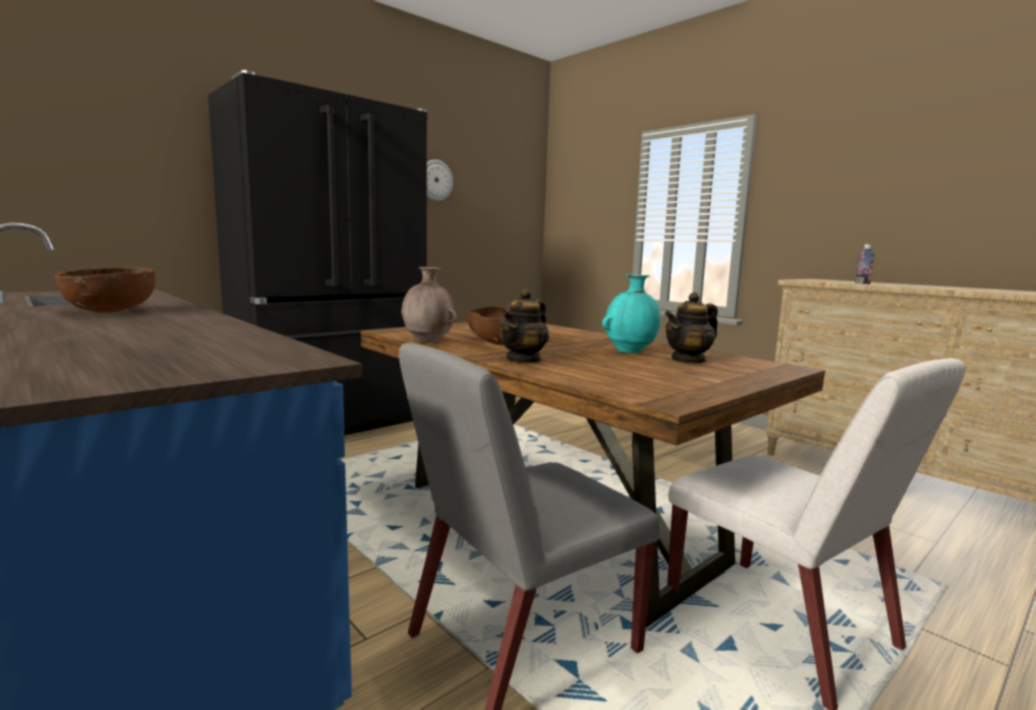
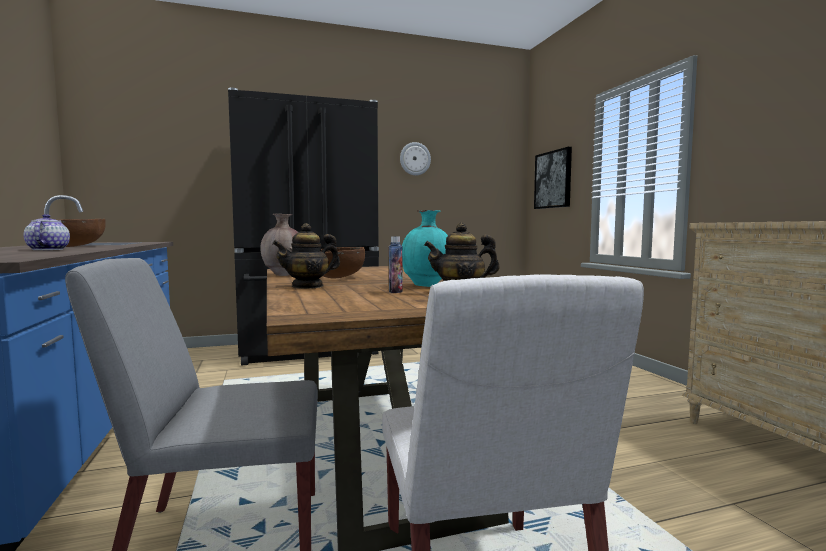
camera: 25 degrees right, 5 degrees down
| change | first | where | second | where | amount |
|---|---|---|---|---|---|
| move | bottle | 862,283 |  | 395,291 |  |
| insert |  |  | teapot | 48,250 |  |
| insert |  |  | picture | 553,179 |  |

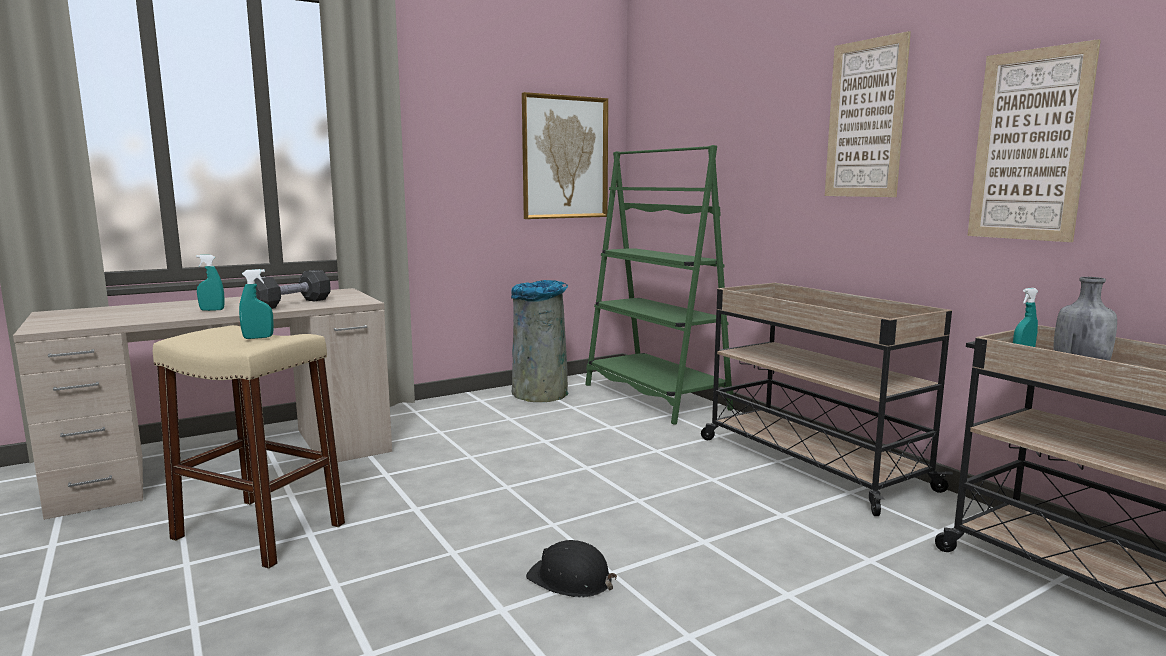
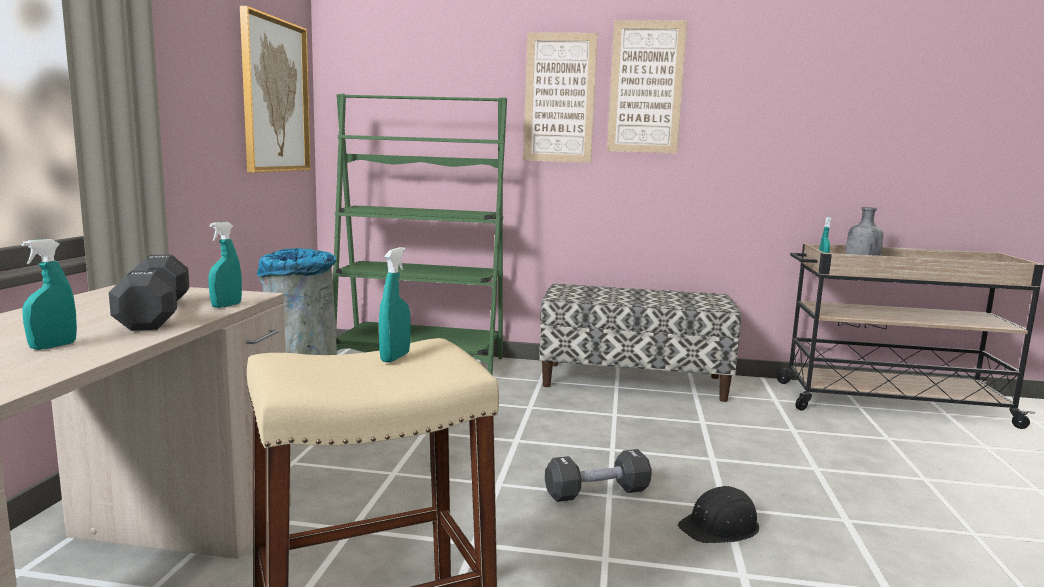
camera: 50 degrees left, 0 degrees up
| change | first | where | second | where | amount |
|---|---|---|---|---|---|
| replace | beige cart | 809,462 | bench | 633,381 |  |
| move | picture | 1029,146 |  | 559,98 |  |
| insert |  |  | turquoise spray bottle | 226,305 |  |
| insert |  |  | black dumbbell | 597,492 |  |

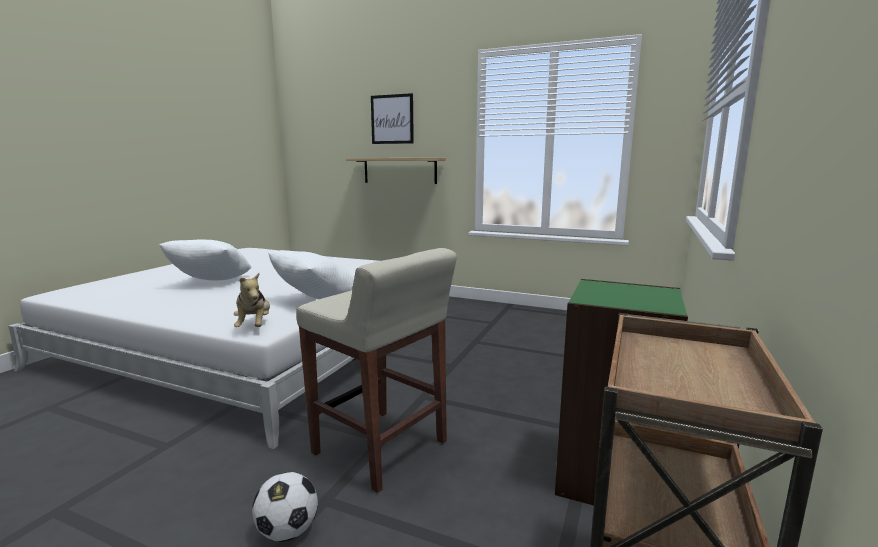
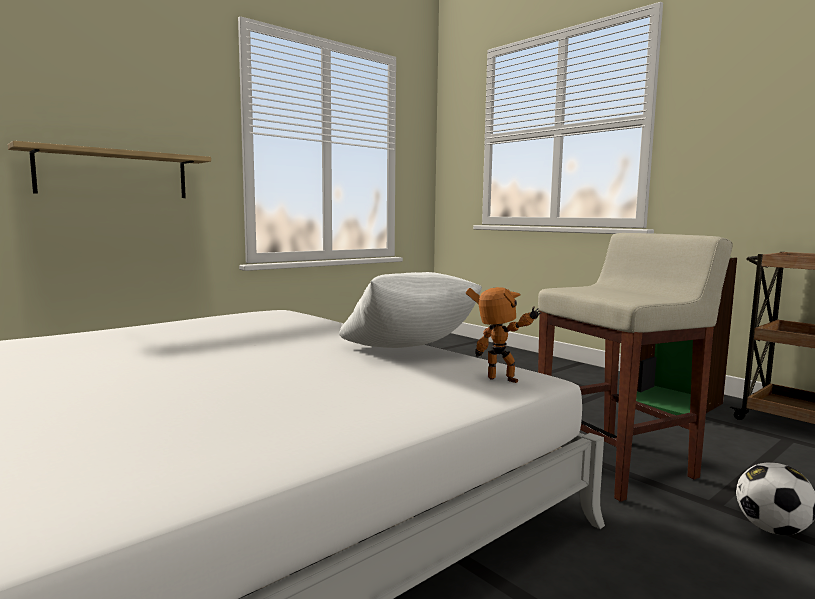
camera: 65 degrees left, 5 degrees down
| change | first | where | second | where | amount |
|---|---|---|---|---|---|
| delete | white pillow | 211,283 |  |  |  |
| replace | plush toy | 254,326 | toy robot | 501,381 |  |
| delete | picture | 392,119 |  |  |  |

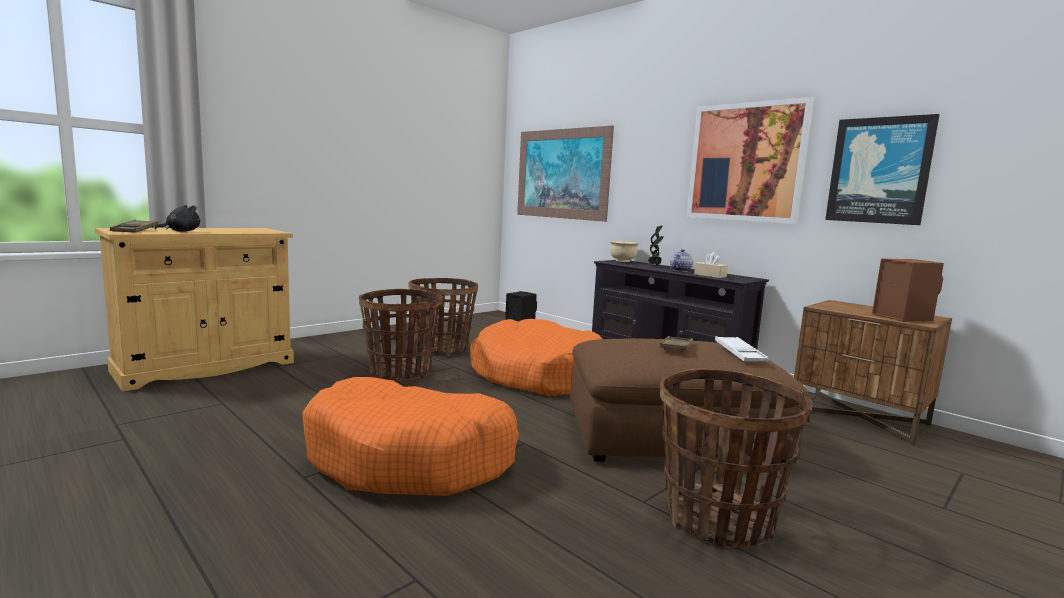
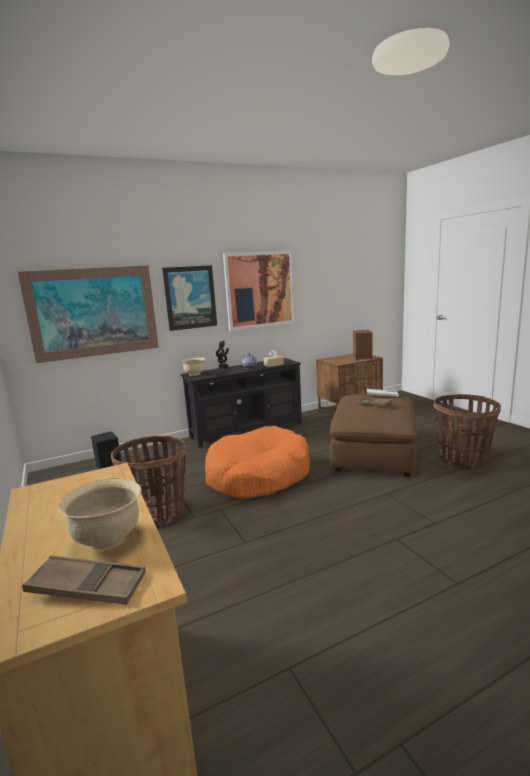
camera: 70 degrees left, 5 degrees up
| change | first | where | second | where | amount |
|---|---|---|---|---|---|
| replace | black plush toy | 181,231 | beige bowl | 108,538 |  |
| delete | orange dog bed | 412,459 |  |  |  |
| delete | basket | 400,373 |  |  |  |
| move | picture | 879,170 |  | 190,297 |  |

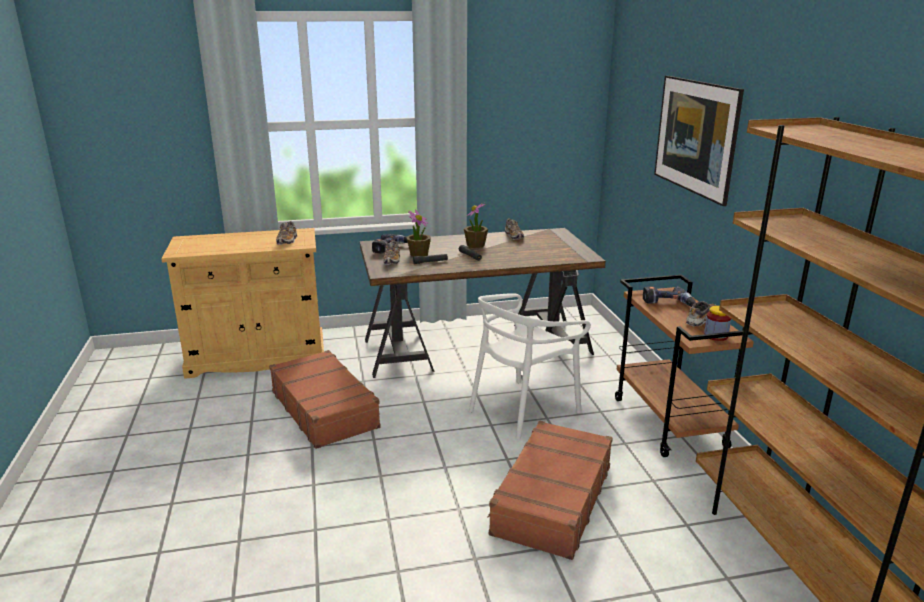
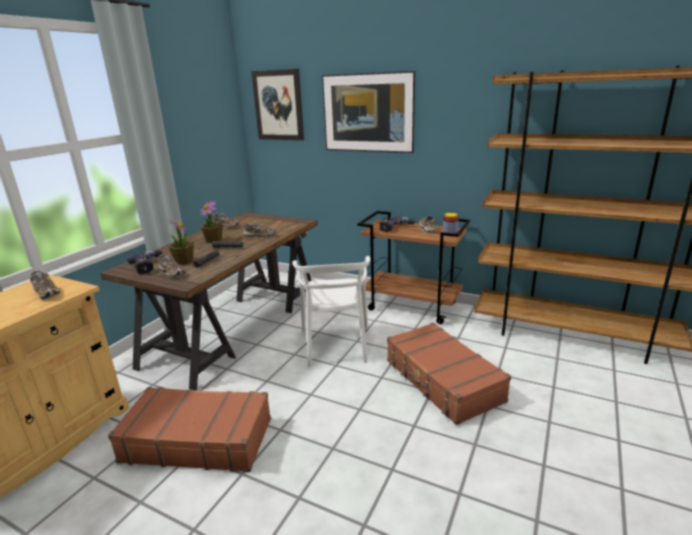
camera: 50 degrees left, 0 degrees up
| change | first | where | second | where | amount |
|---|---|---|---|---|---|
| insert |  |  | shoe | 259,236 |  |
| insert |  |  | picture | 278,105 |  |

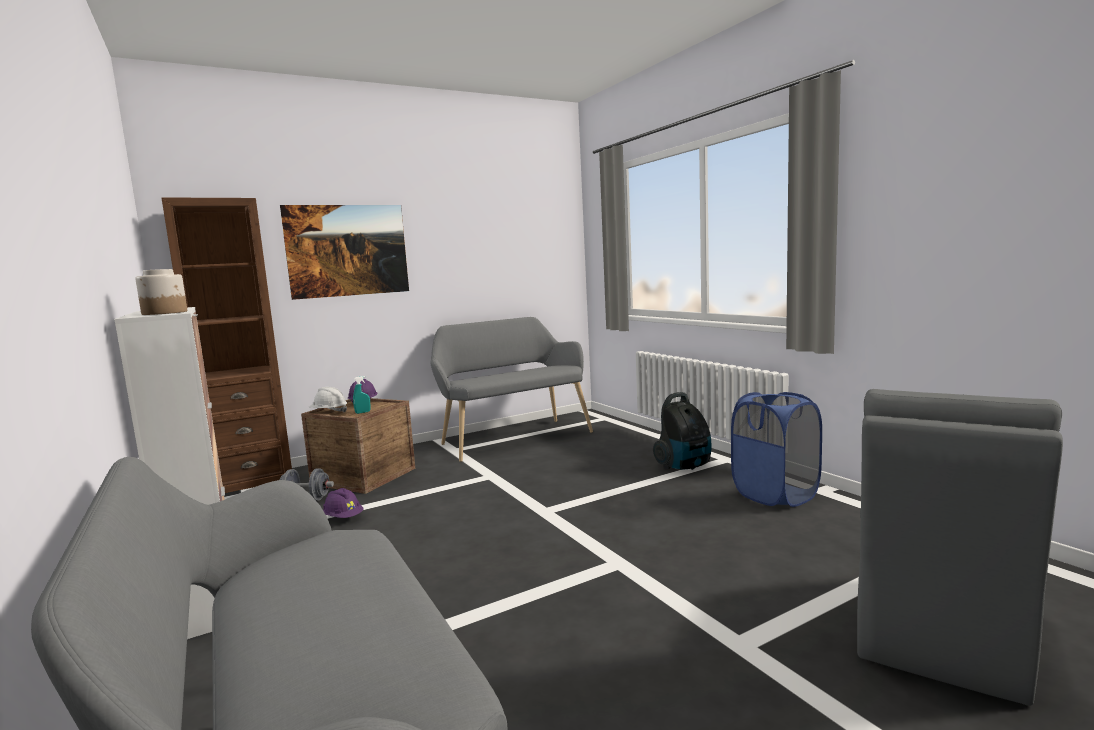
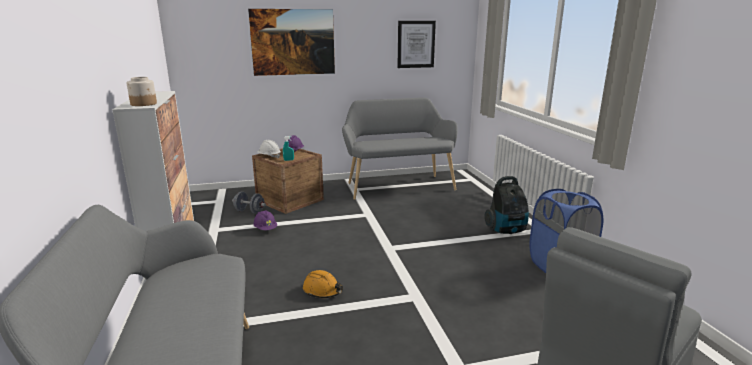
camera: 15 degrees right, 10 degrees up
| change | first | where | second | where | amount |
|---|---|---|---|---|---|
| delete | brown bookcase | 251,486 |  |  |  |
| insert |  |  | orange hard hat | 323,290 |  |
| insert |  |  | picture | 416,44 |  |

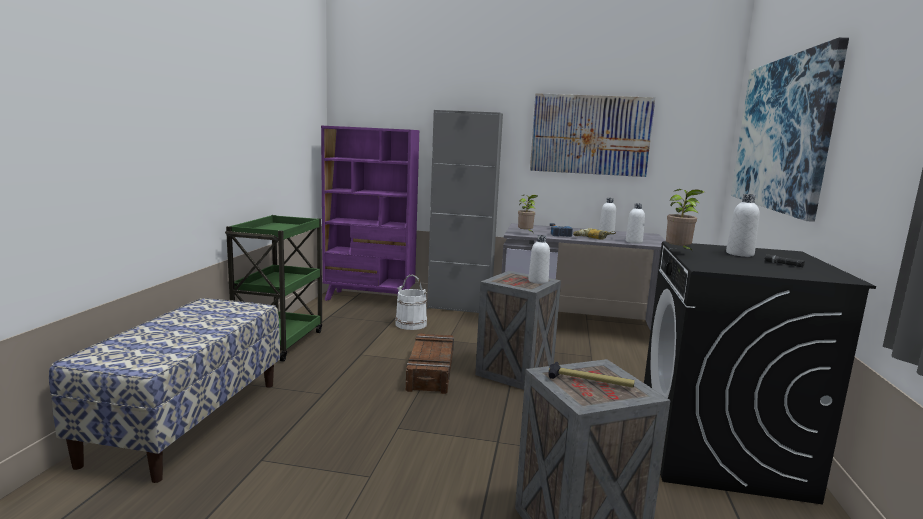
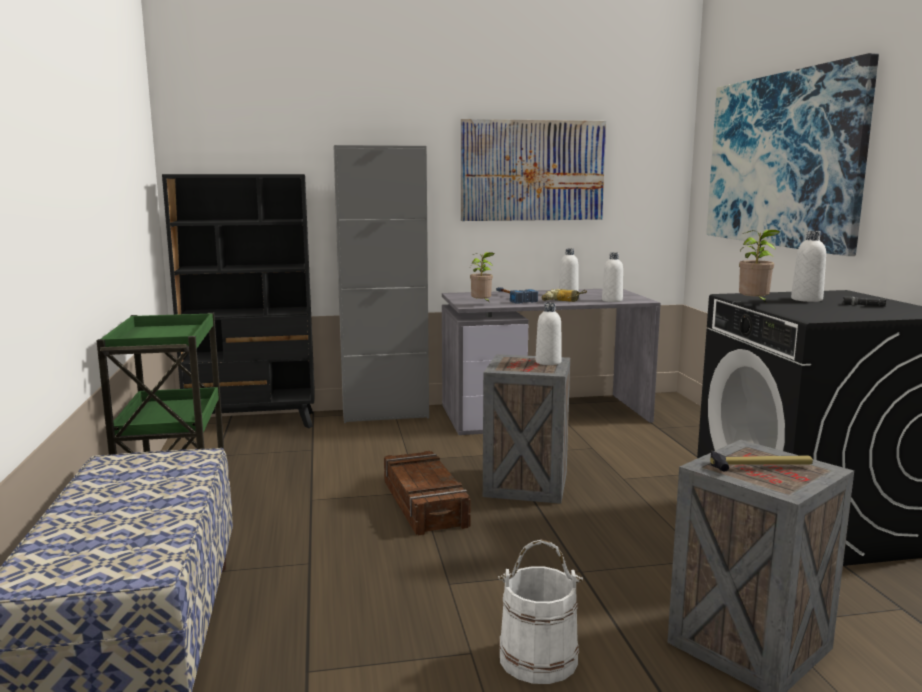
camera: 20 degrees left, 0 degrees up
| change | first | where | second | where | amount |
|---|---|---|---|---|---|
| recolor | purple bookcase | 369,299 | black bookcase | 253,423 |  |
| move | white bucket | 410,324 |  | 538,659 |  |

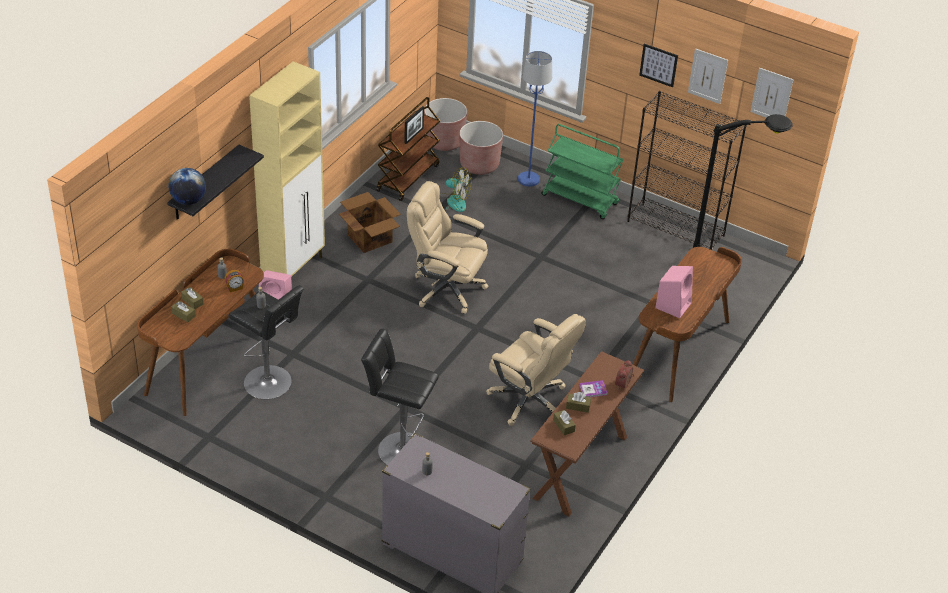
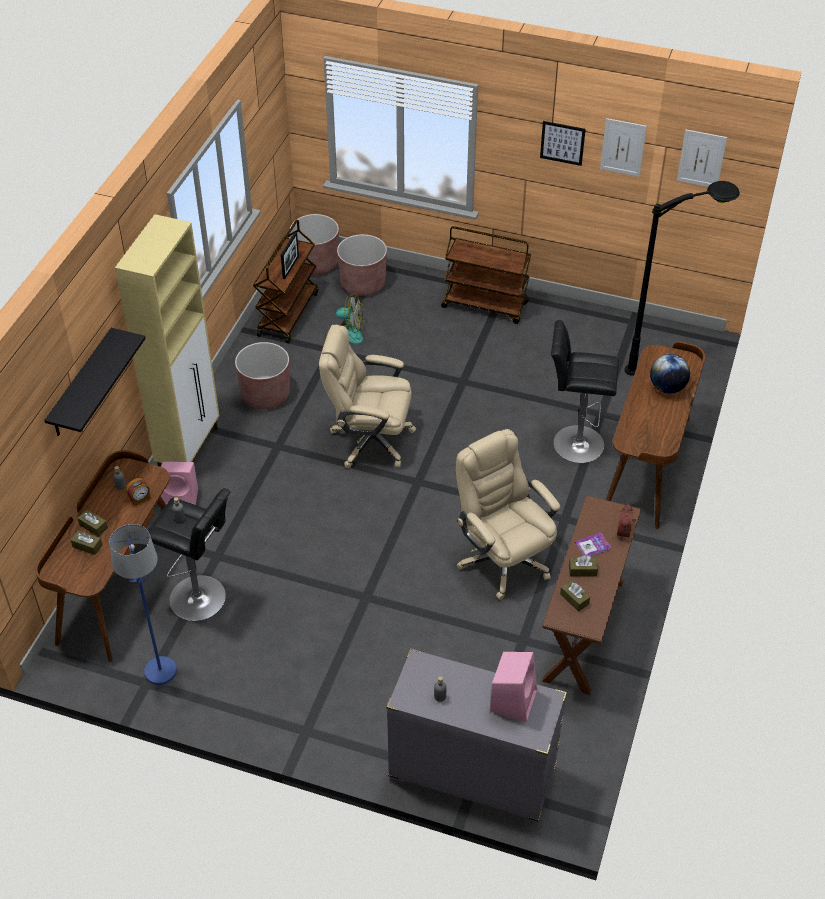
camera: 10 degrees left, 5 degrees up
| change | first | where | second | where | amount |
|---|---|---|---|---|---|
| move | globe | 188,200 |  | 667,387 |  |
| replace | cardboard box | 369,238 | brown planter | 265,395 |  |
| move | black stool | 398,449 |  | 574,443 |  |
| rotate | beige office chair | 530,400 |  | 503,559 | 150 degrees counterclockwise |
| move | blue floor lamp | 528,179 |  | 160,671 |  |
| recolor | green cart | 580,199 | brown cart | 485,305 |  |
| delete | black bookcase | 676,228 |  |  |  |
| move | pink speaker | 673,304 |  | 513,699 |  |

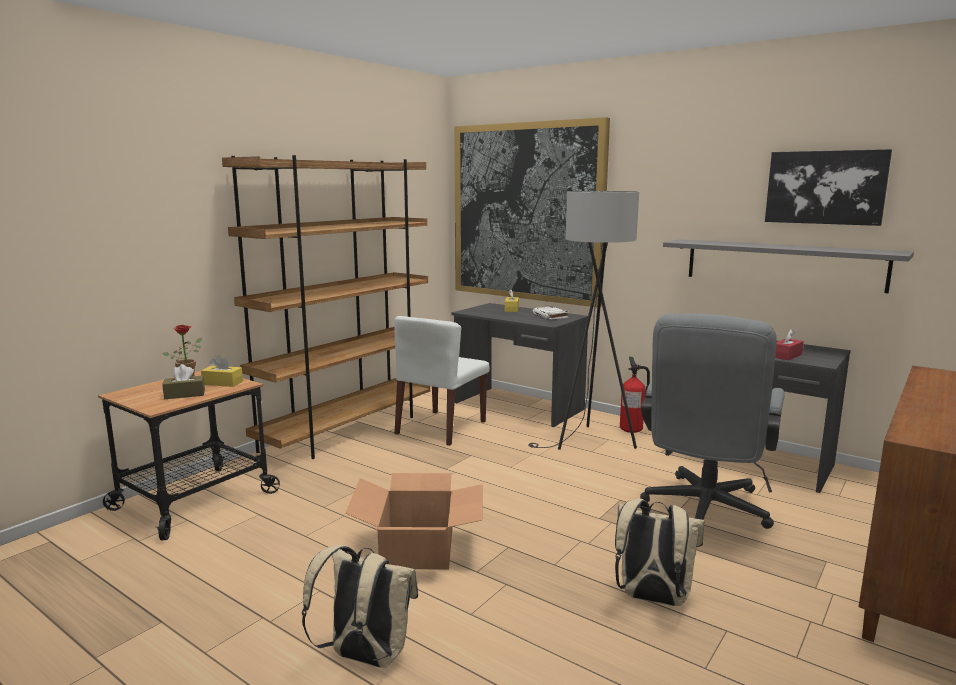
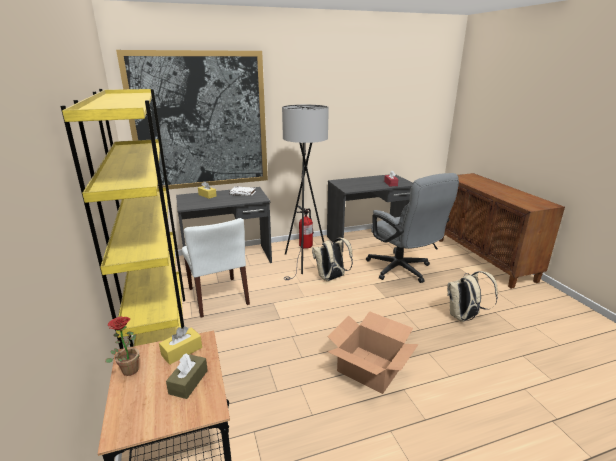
camera: 55 degrees left, 10 degrees up
| change | first | where | second | where | amount |
|---|---|---|---|---|---|
| recolor | brown bookcase | 348,430 | yellow bookcase | 162,335 |  |
| move | beige backpack | 364,657 |  | 331,278 |  |
| delete | grey shelf | 782,264 |  |  |  |
| delete | picture | 825,187 |  |  |  |

